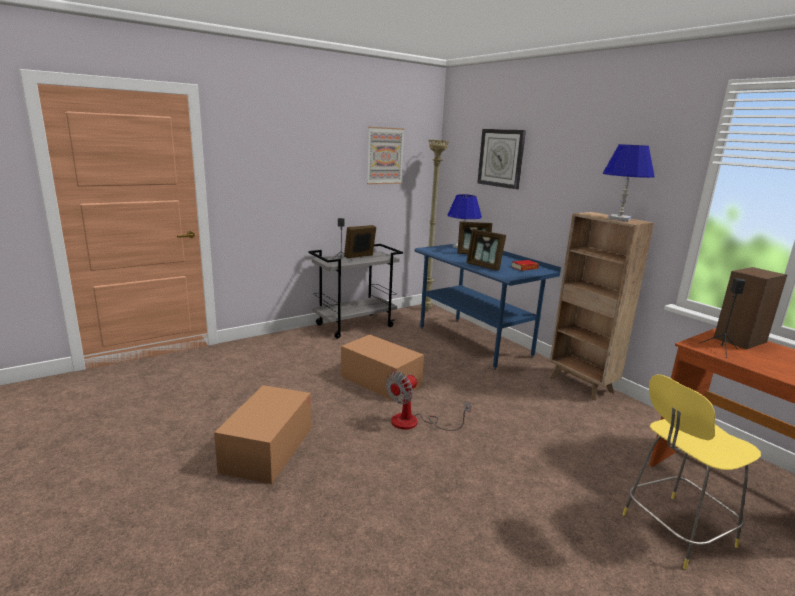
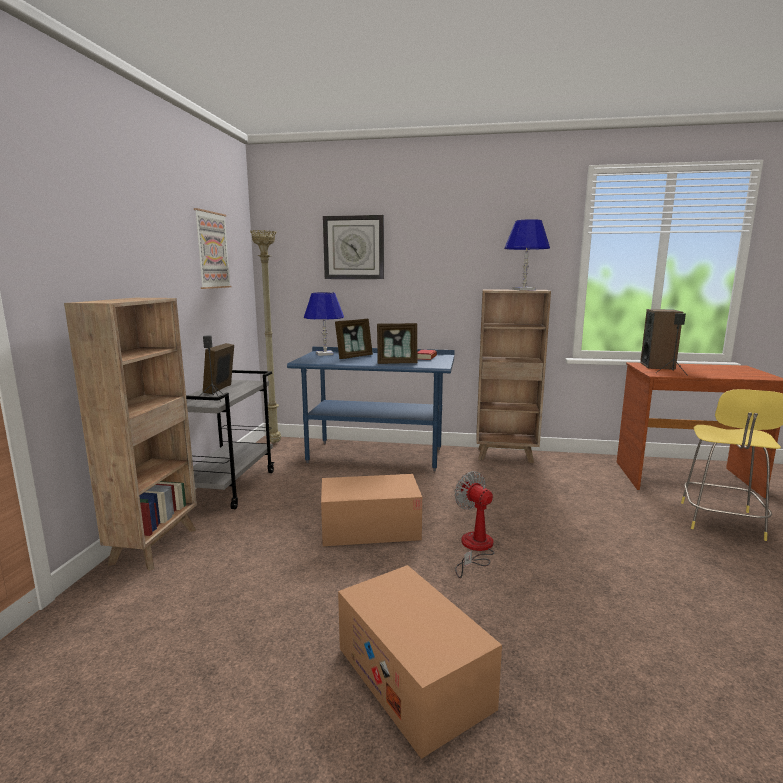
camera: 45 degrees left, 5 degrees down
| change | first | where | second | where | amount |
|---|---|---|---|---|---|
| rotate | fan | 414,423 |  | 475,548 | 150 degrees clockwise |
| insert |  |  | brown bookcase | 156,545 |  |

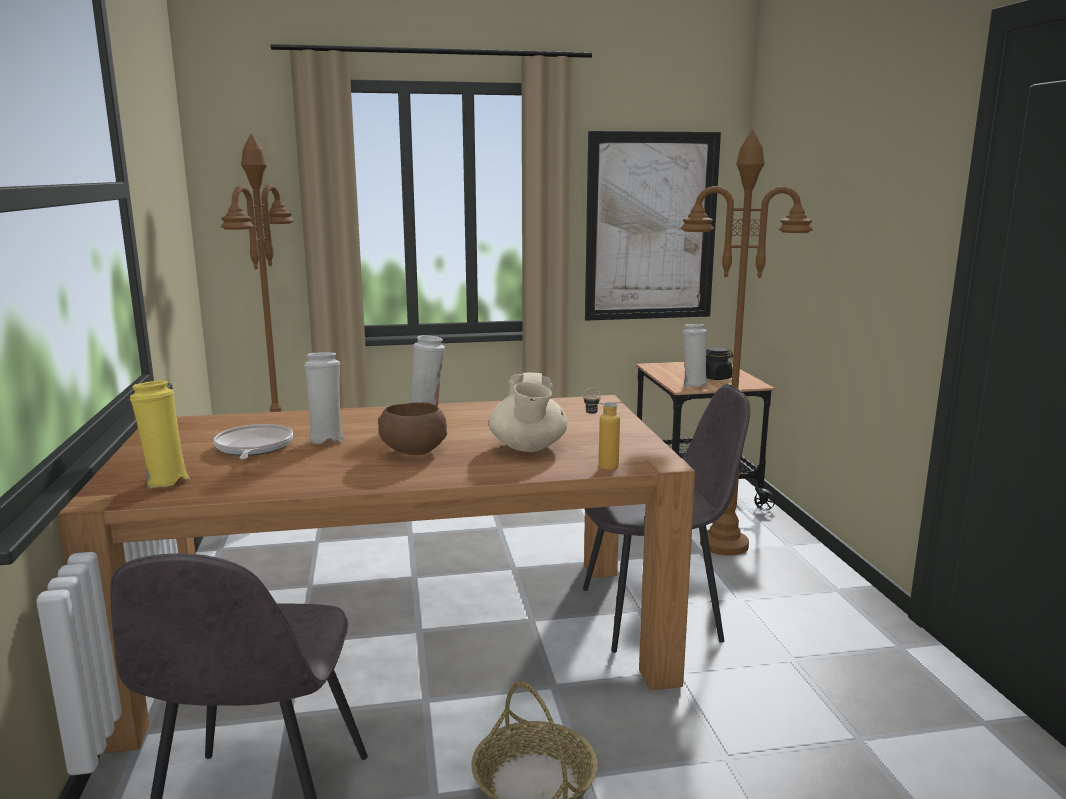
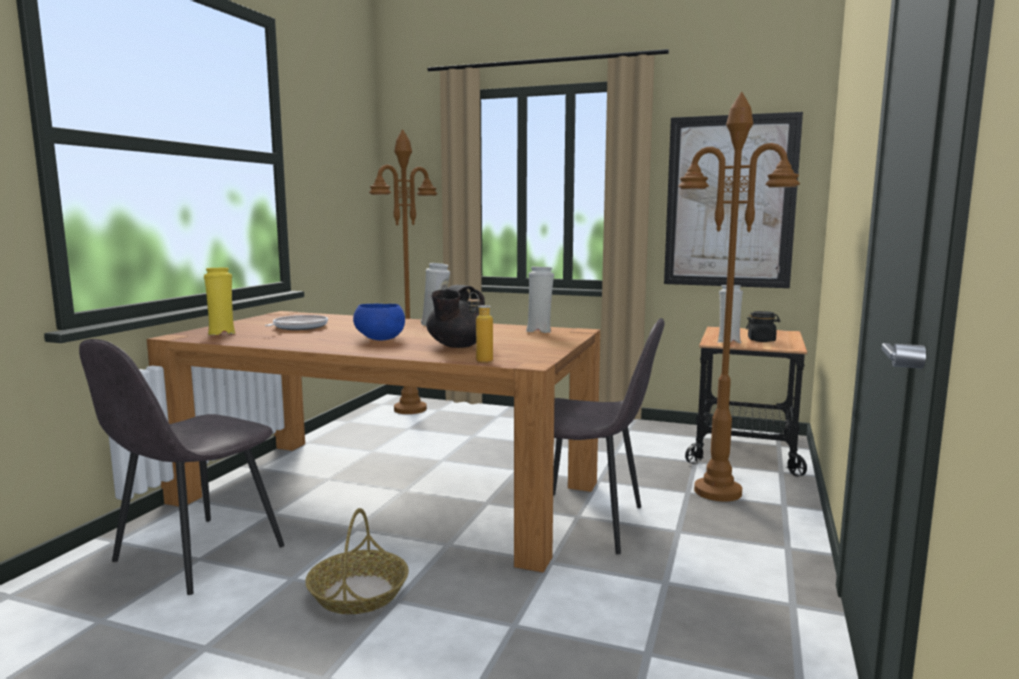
camera: 30 degrees right, 5 degrees down
| change | first | where | second | where | amount |
|---|---|---|---|---|---|
| move | white vase | 326,439 |  | 539,332 |  |
| recolor | brown bowl | 413,452 | blue bowl | 379,339 |  |
| recolor | beige teapot | 528,448 | black teapot | 457,346 |  |

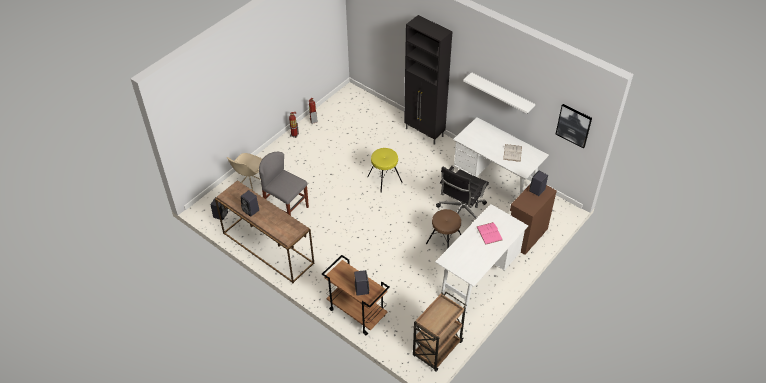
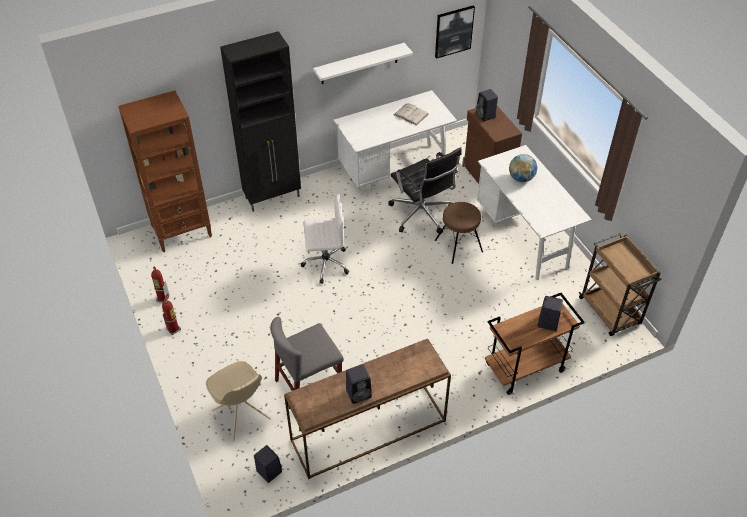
camera: 65 degrees left, 0 degrees up
| change | first | where | second | where | amount |
|---|---|---|---|---|---|
| replace | yellow stool | 384,179 | white office chair | 325,263 |  |
| replace | pink book | 489,233 | globe | 521,178 |  |
| insert |  |  | brown bookcase | 182,231 |  |

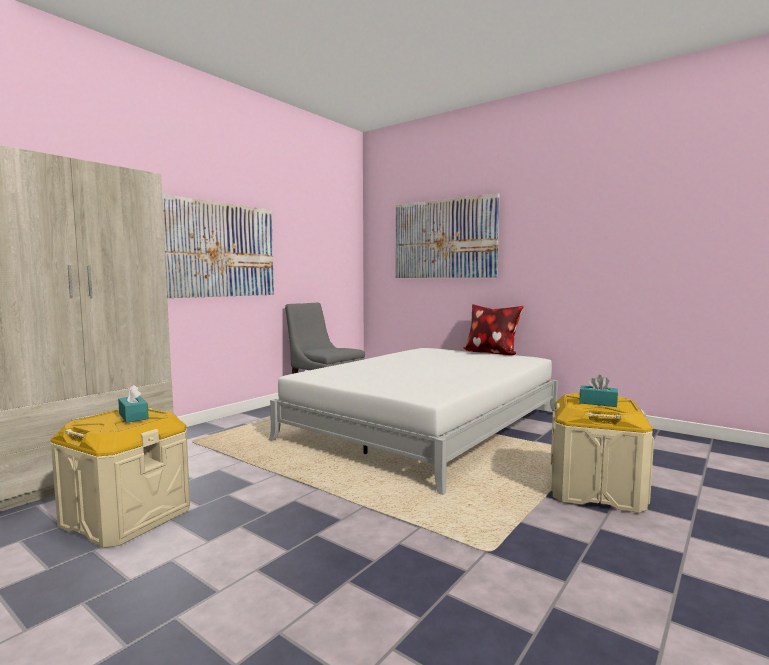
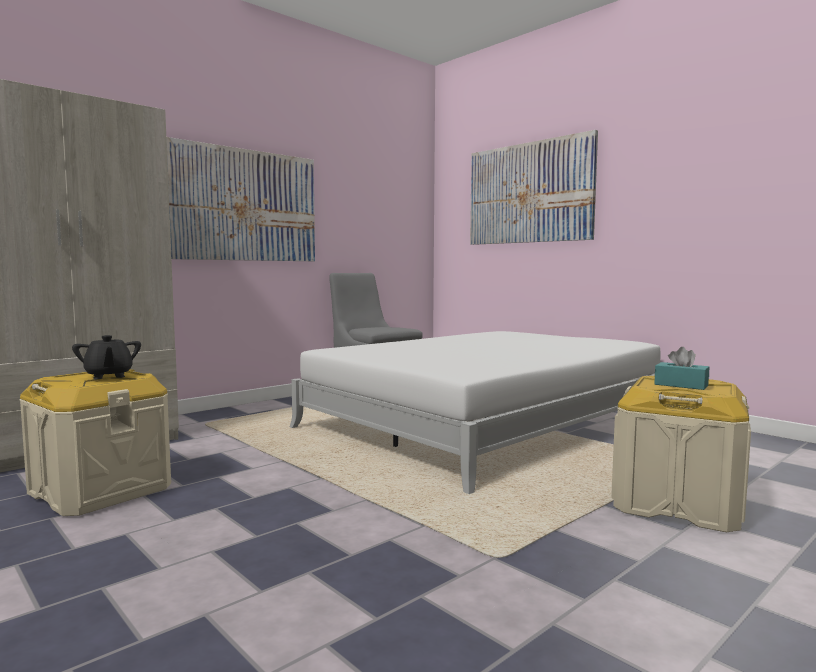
camera: 10 degrees right, 0 degrees up
| change | first | where | second | where | amount |
|---|---|---|---|---|---|
| replace | turquoise tissue box | 133,416 | black teapot | 108,376 |  |
| delete | pillow | 491,353 |  |  |  |

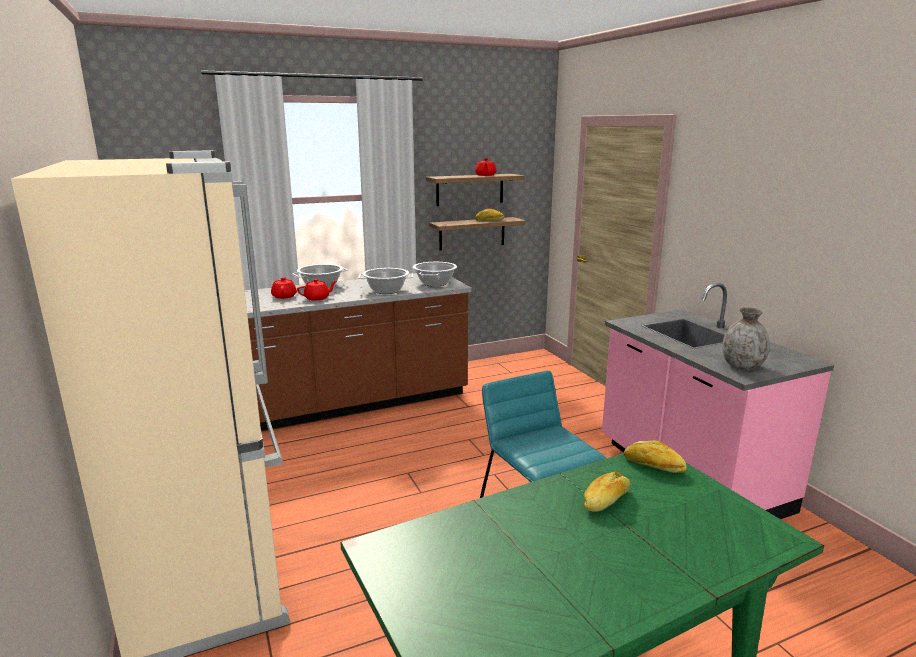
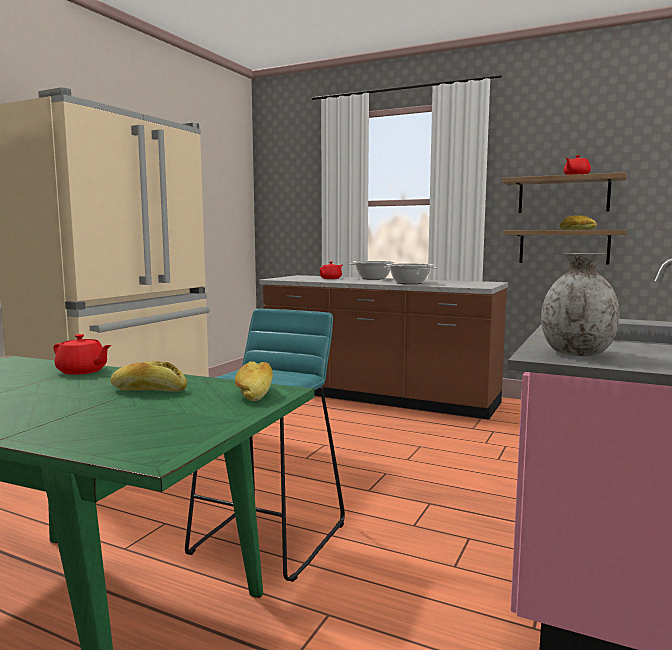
camera: 50 degrees right, 10 degrees down
| change | first | where | second | where | amount |
|---|---|---|---|---|---|
| move | red teapot | 317,298 |  | 82,371 |  |
| delete | cooking pot | 435,283 |  |  |  |

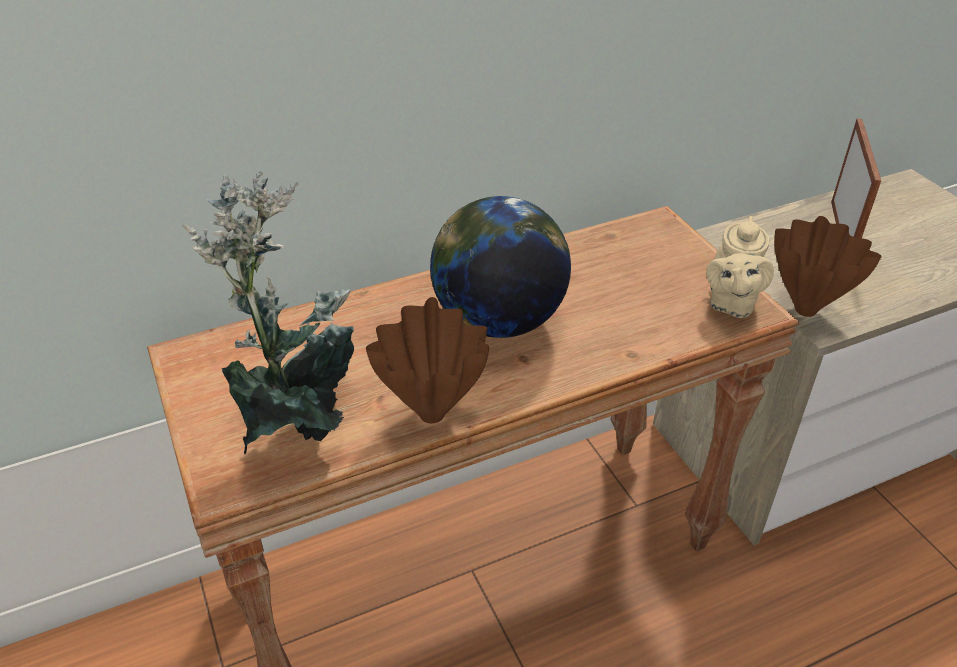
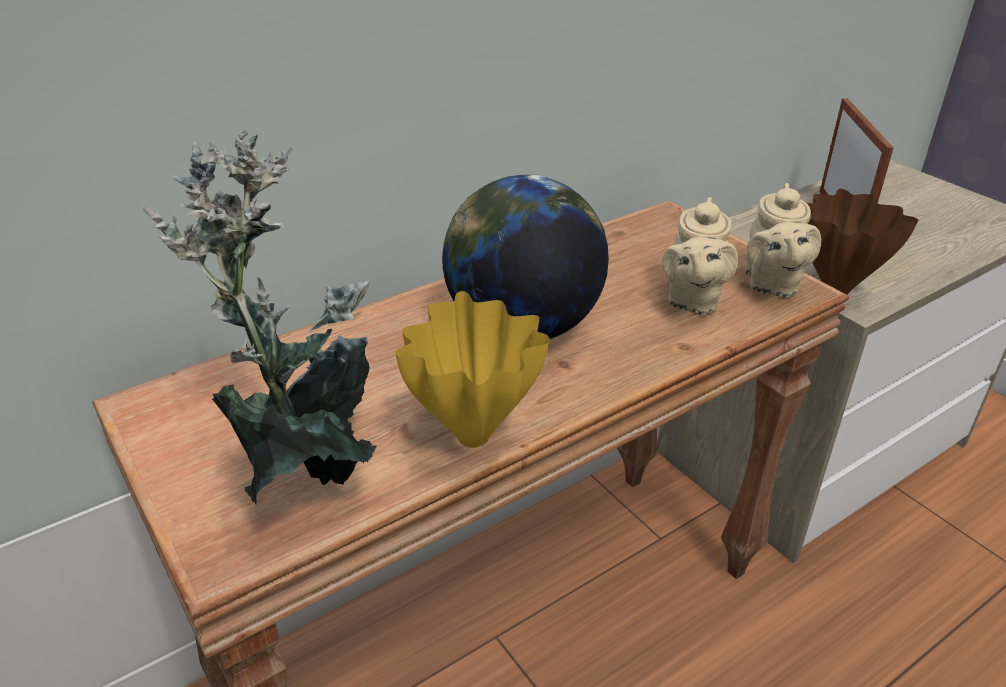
camera: 10 degrees left, 5 degrees down
| change | first | where | second | where | amount |
|---|---|---|---|---|---|
| recolor | brown vase | 431,416 | yellow vase | 473,439 |  |
| insert |  |  | beige teapot | 692,301 |  |

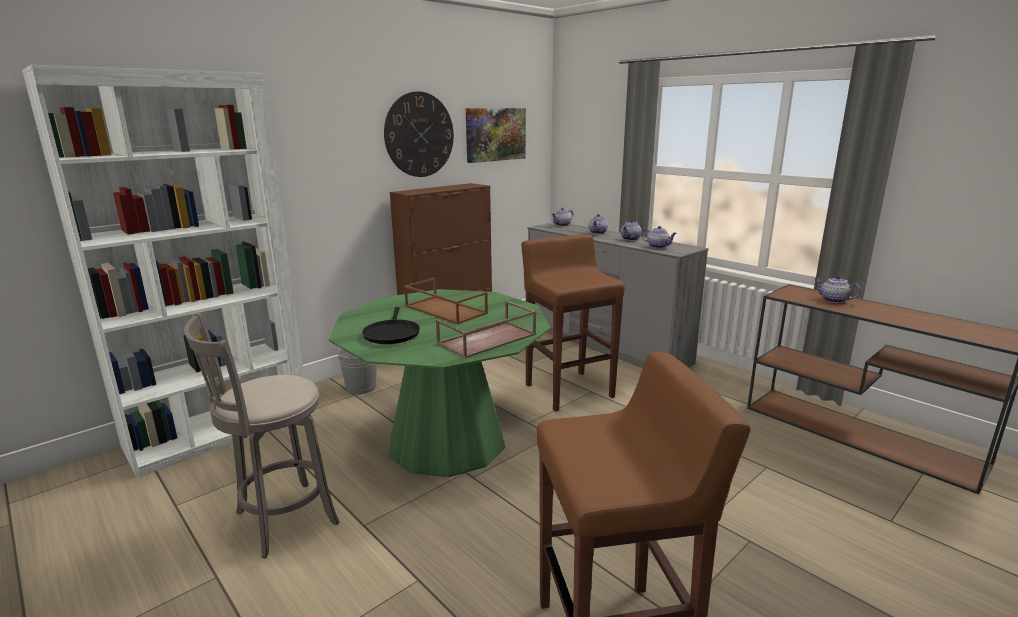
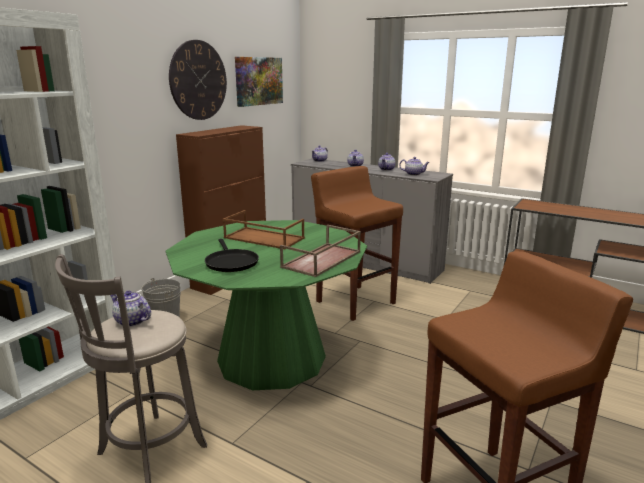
camera: 15 degrees left, 0 degrees up
| change | first | where | second | where | amount |
|---|---|---|---|---|---|
| move | teapot | 833,300 |  | 131,321 |  |

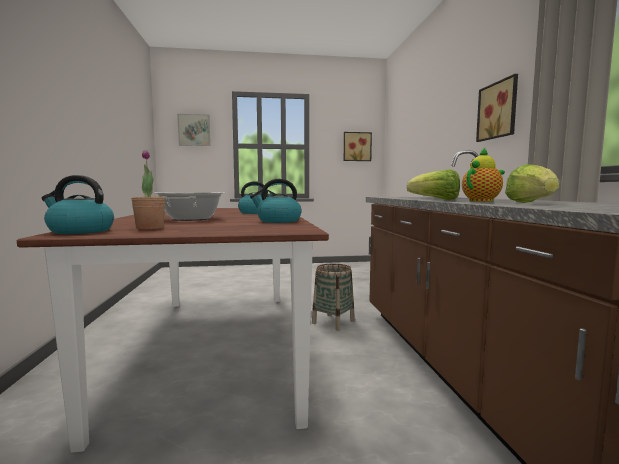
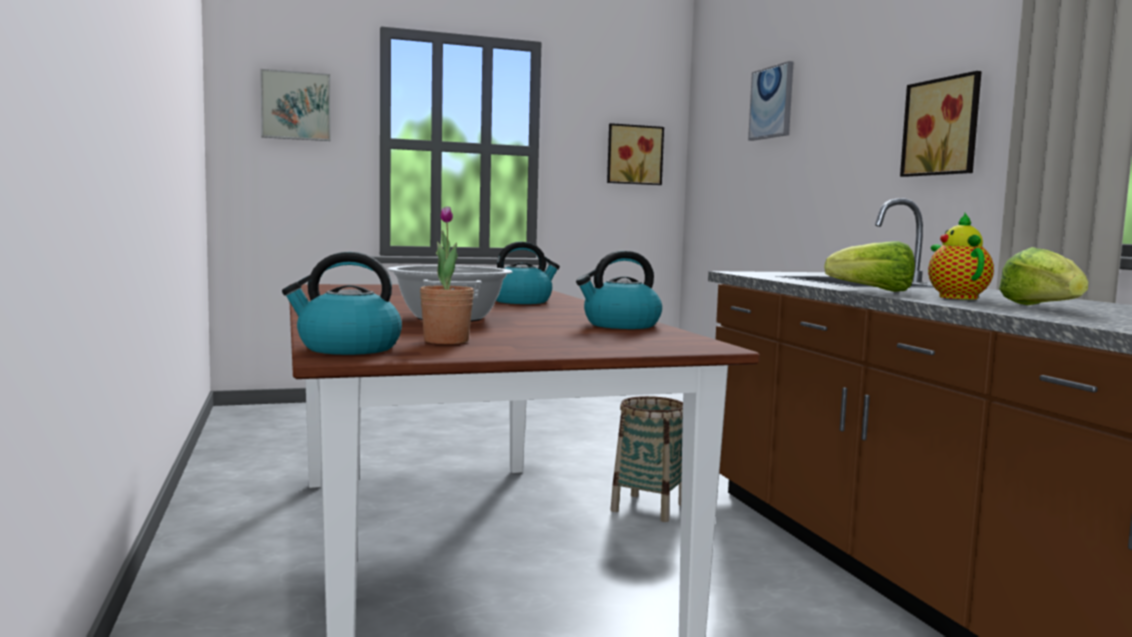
camera: 10 degrees left, 0 degrees up
| change | first | where | second | where | amount |
|---|---|---|---|---|---|
| rotate | teapot | 482,201 |  | 955,297 | 45 degrees counterclockwise |
| insert |  |  | picture | 772,102 |  |

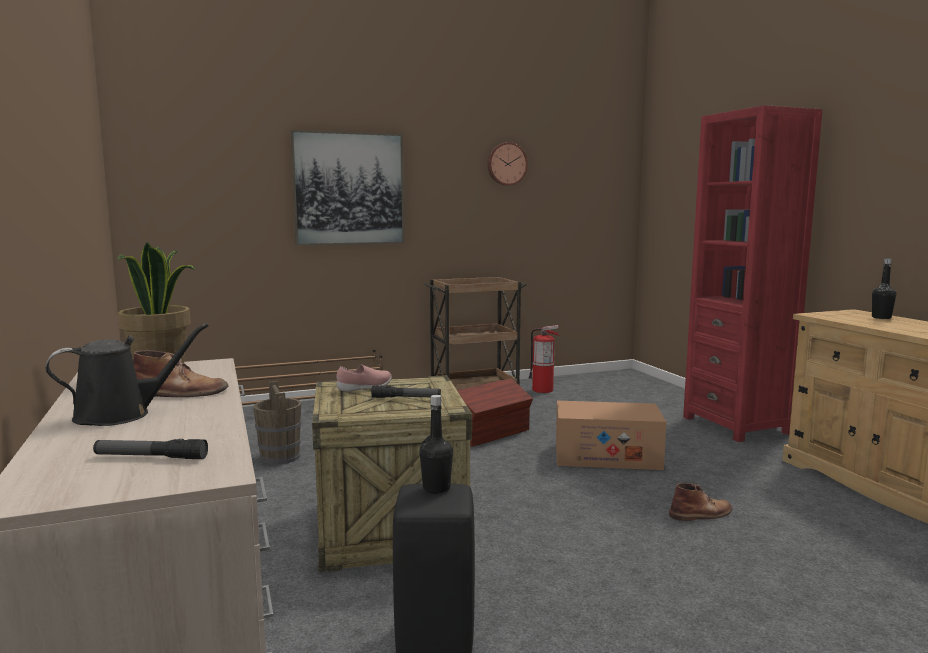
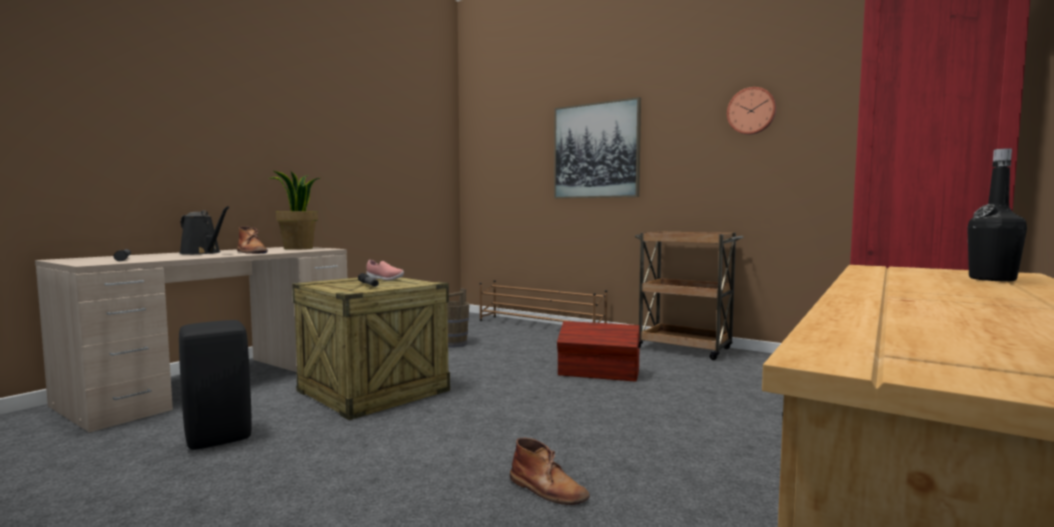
camera: 55 degrees right, 5 degrees down
| change | first | where | second | where | amount |
|---|---|---|---|---|---|
| delete | black bottle | 436,488 |  |  |  |
| delete | fire extinguisher | 543,390 |  |  |  |
| delete | cardboard box | 606,456 |  |  |  |

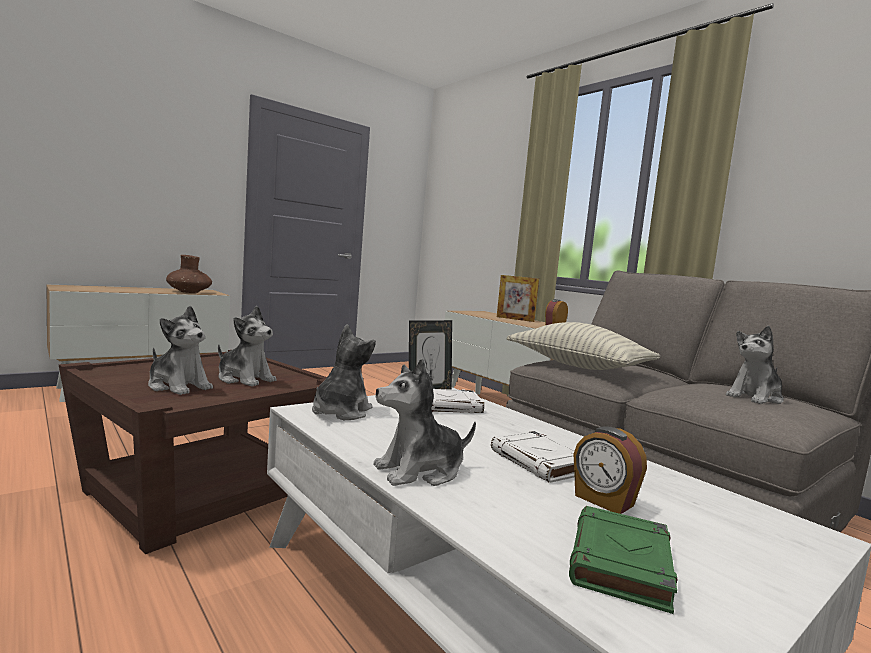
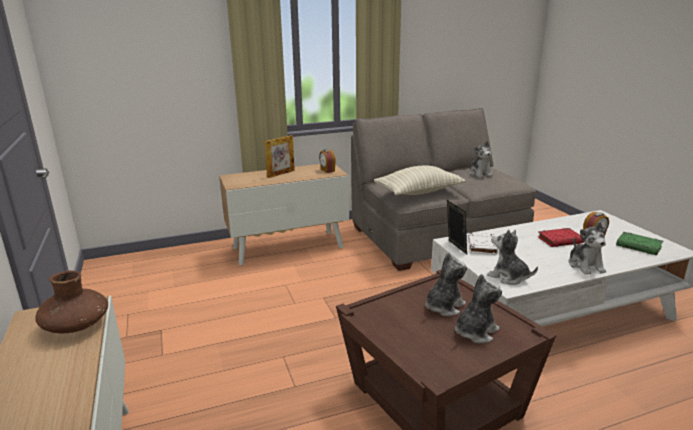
camera: 70 degrees left, 15 degrees up
| change | first | where | second | where | amount |
|---|---|---|---|---|---|
| recolor | white book | 540,462 | red book | 560,240 |  |

